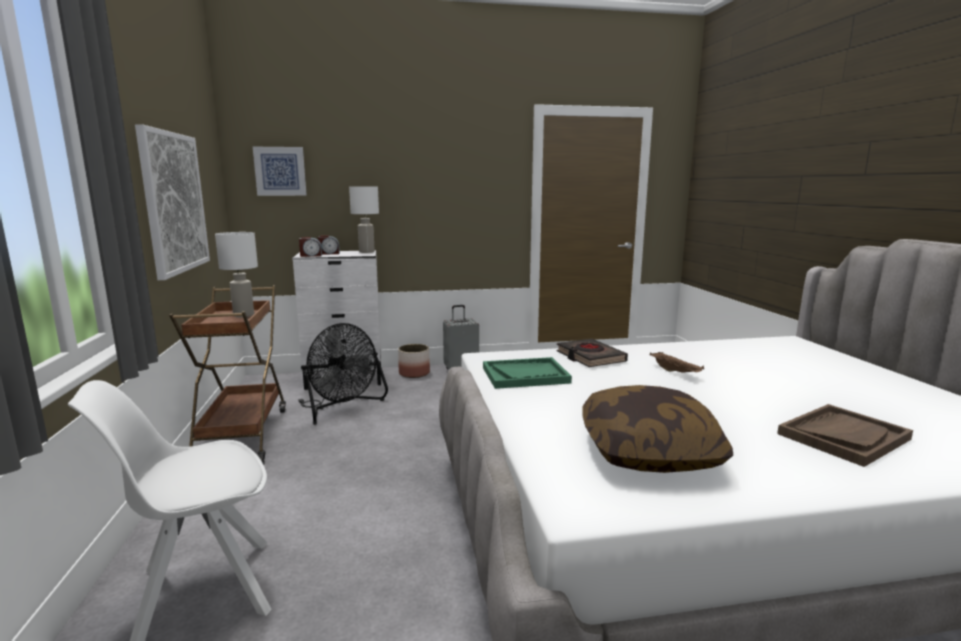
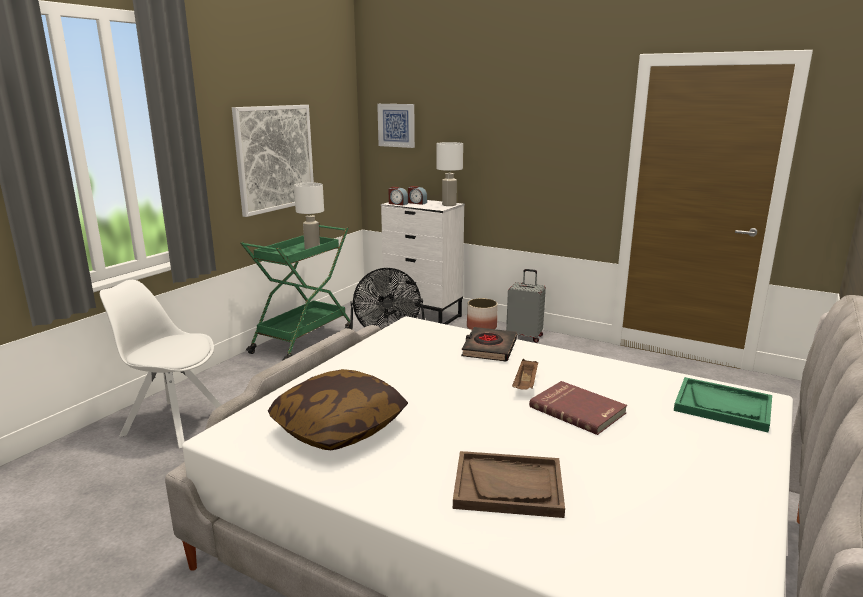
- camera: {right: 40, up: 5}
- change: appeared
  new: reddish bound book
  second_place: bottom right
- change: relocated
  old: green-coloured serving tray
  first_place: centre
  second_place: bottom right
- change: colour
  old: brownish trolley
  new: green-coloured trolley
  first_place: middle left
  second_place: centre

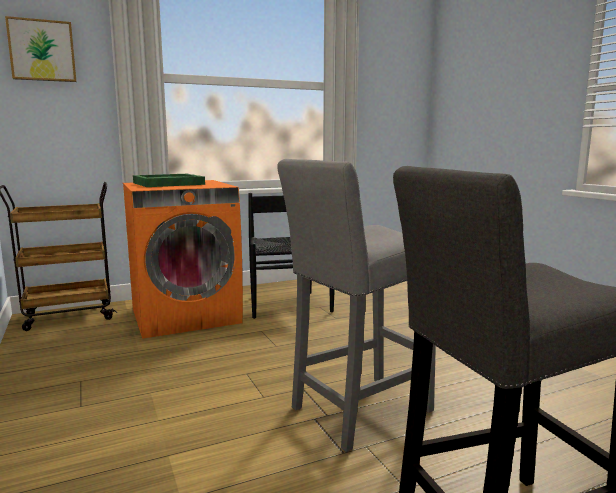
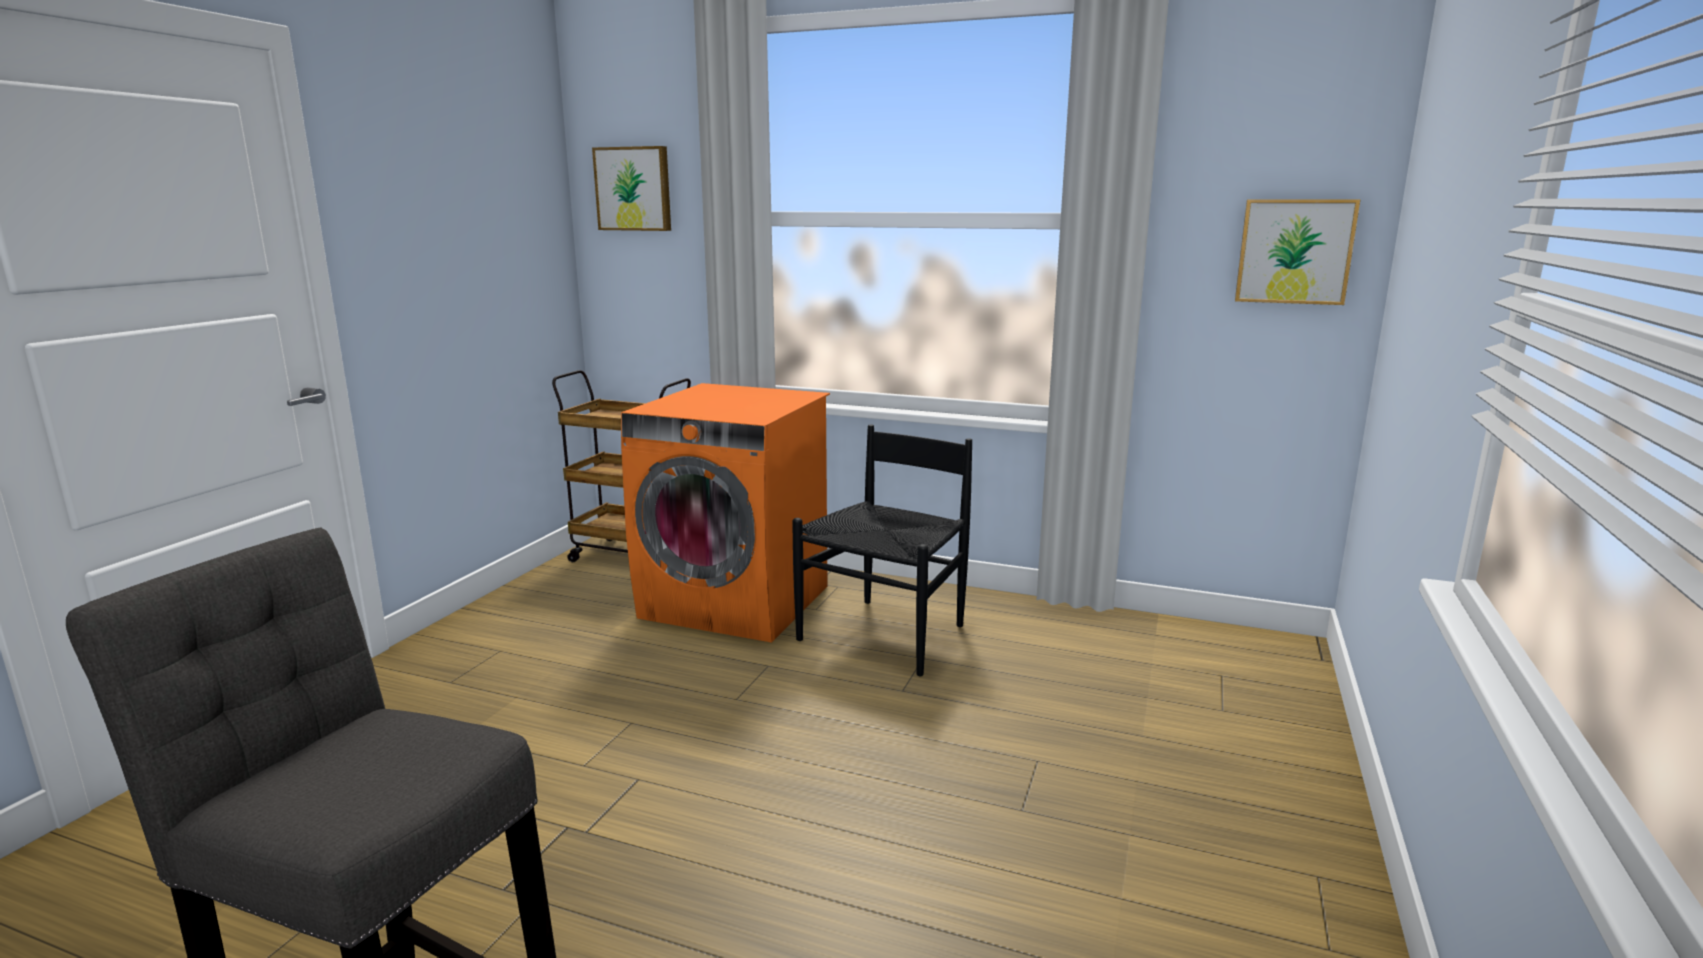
- camera: {right: 45, up: 5}
- change: missing
  old: green-coloured serving tray
  first_place: middle left
- change: missing
  old: grey stool (no. 1 from left)
  first_place: centre
- change: appeared
  new: wall art (no. 2 from left)
  second_place: top right

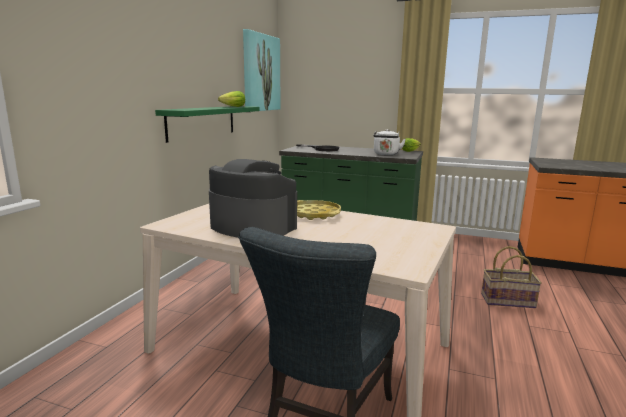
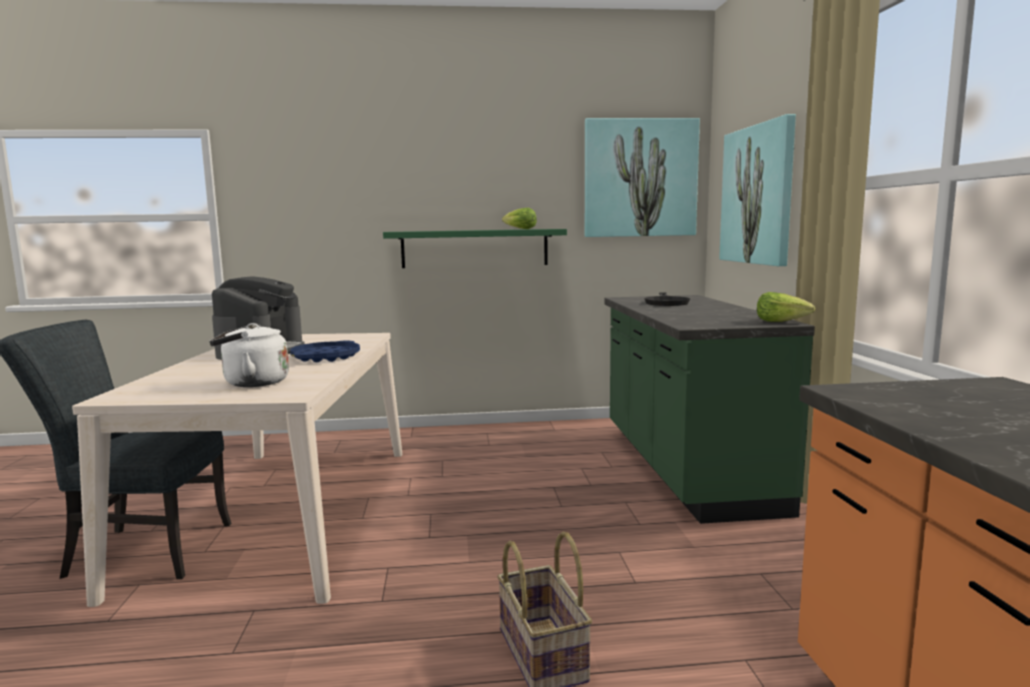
- camera: {right: 65, up: -5}
- change: appeared
  new: wall art (no. 2 from left)
  second_place: top right
- change: relocated
  old: whitish water kettle
  first_place: centre
  second_place: middle left
- change: colour
  old: yellow serving tray
  new: blue serving tray
  first_place: centre
  second_place: middle left

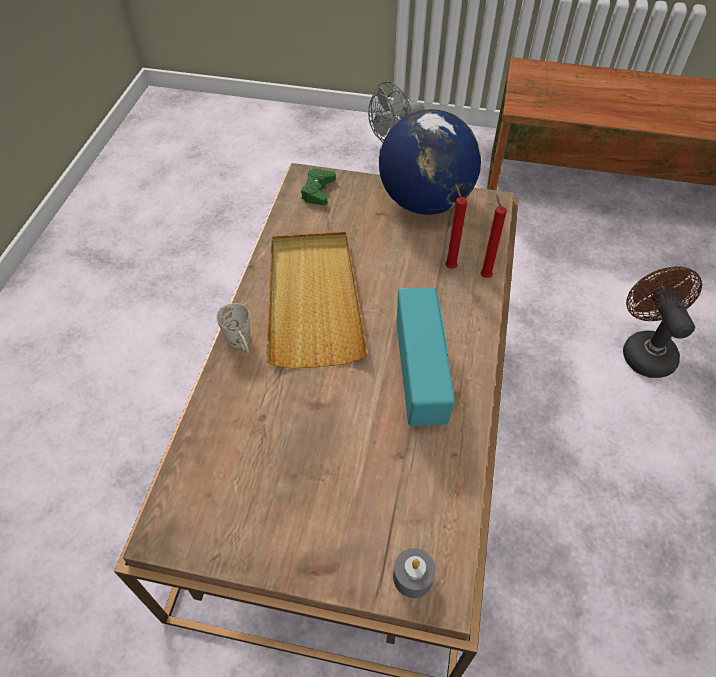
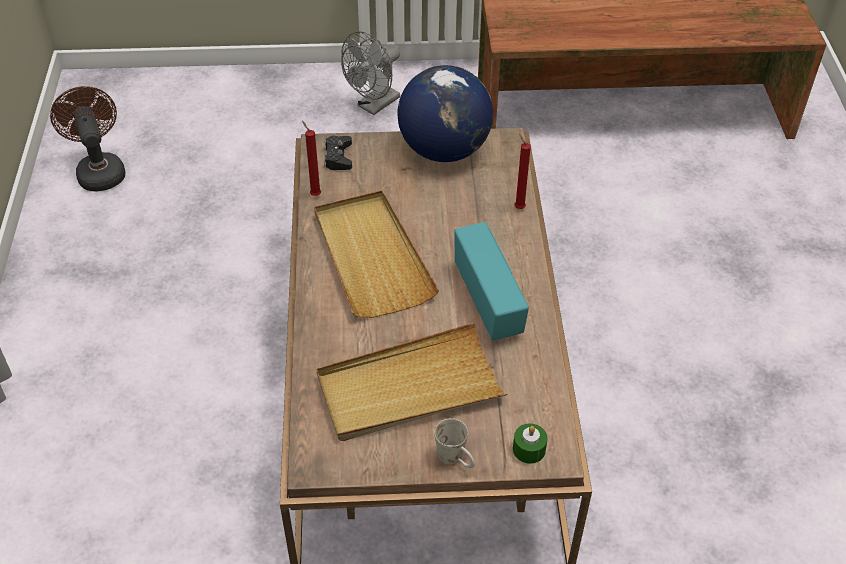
- camera: {right: -15, up: -5}
- change: appeared
  new: beige serving tray (no. 2 from left)
  second_place: bottom centre
- change: relocated
  old: whitish mug
  first_place: middle left
  second_place: bottom centre
- change: relocated
  old: reddish wax light (no. 1 from left)
  first_place: centre
  second_place: top centre
- change: relocated
  old: brownish electric fan
  first_place: middle right
  second_place: top left
- change: colour
  old: green-coloured game controller
  new: black game controller
  first_place: top centre
  second_place: top centre
- change: colour
  old: grey wax light
  new: green-coloured wax light
  first_place: bottom centre
  second_place: bottom centre

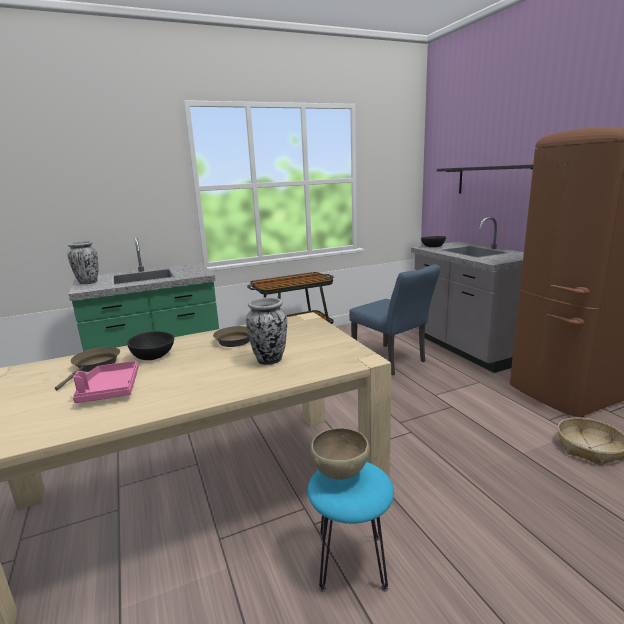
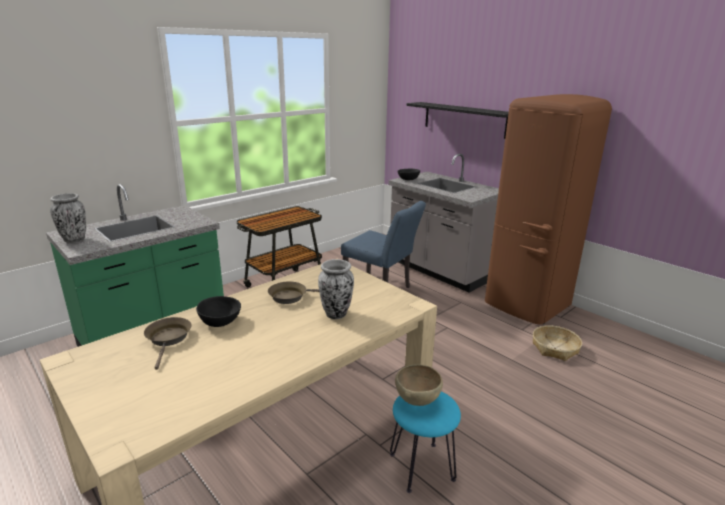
- camera: {right: -20, up: 5}
- change: missing
  old: pink-coloured serving tray
  first_place: middle left

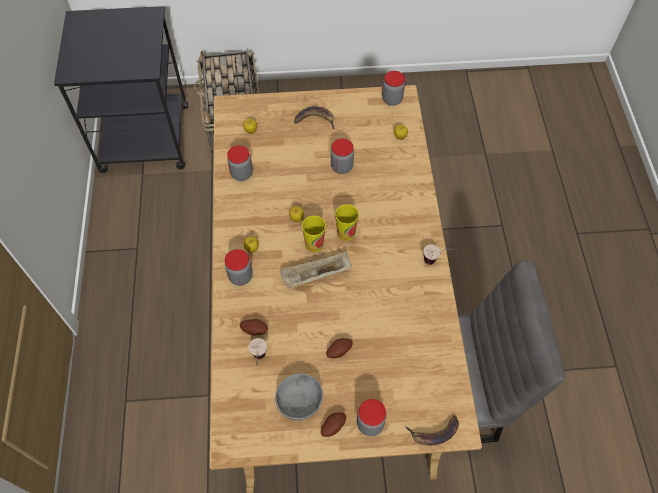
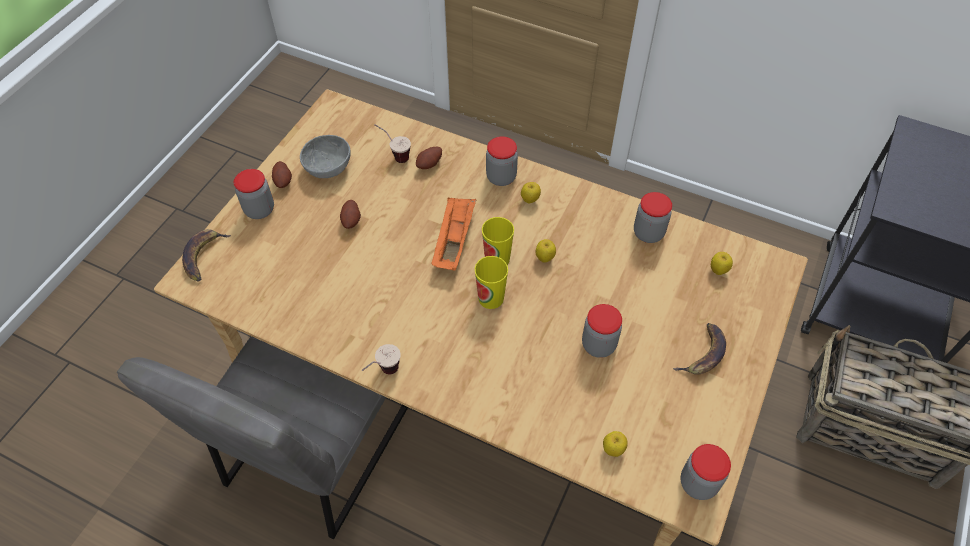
- camera: {right: 120, up: -5}
- change: colour
  old: beige serving tray
  new: orange serving tray
  first_place: centre
  second_place: centre

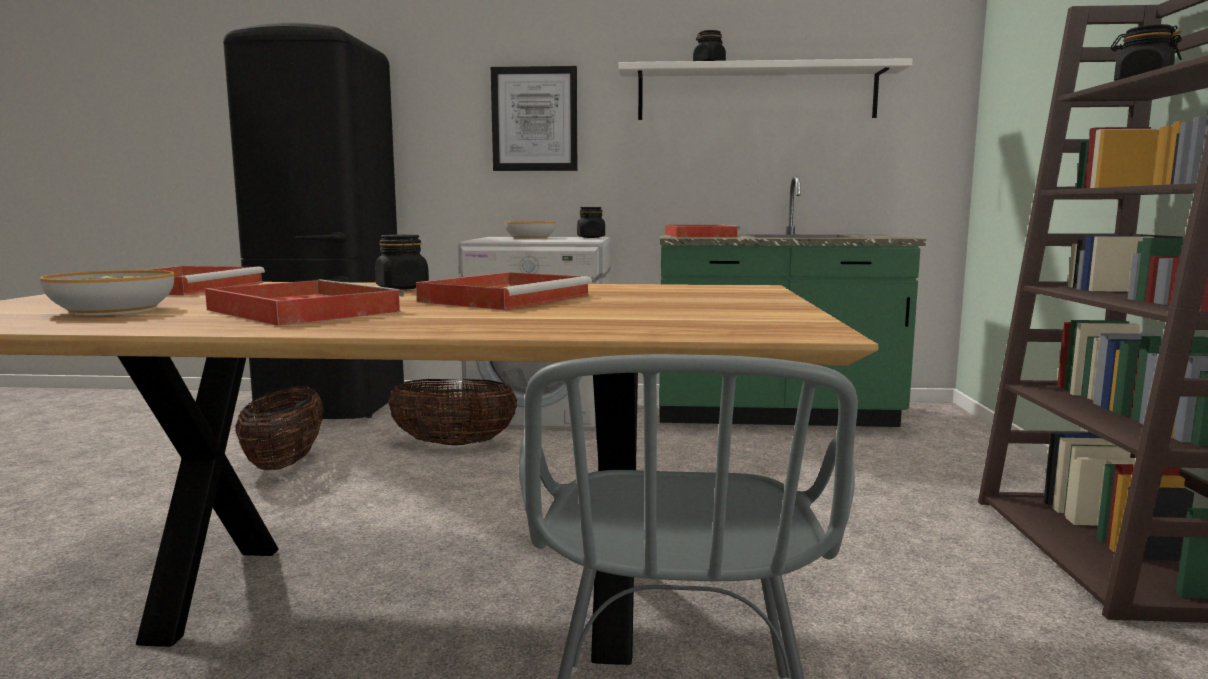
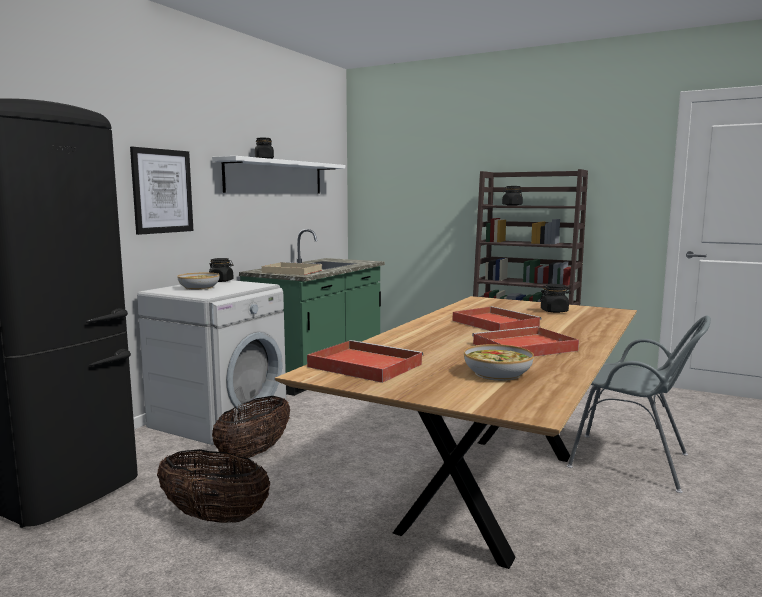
- camera: {right: -65, up: 0}
- change: relocated
  old: black storage jar (no. 1 from left in the first image)
  new: black storage jar (no. 4 from left)
  first_place: middle left
  second_place: middle right
- change: colour
  old: reddish serving tray (no. 4 from left)
  new: beige serving tray
  first_place: centre
  second_place: centre

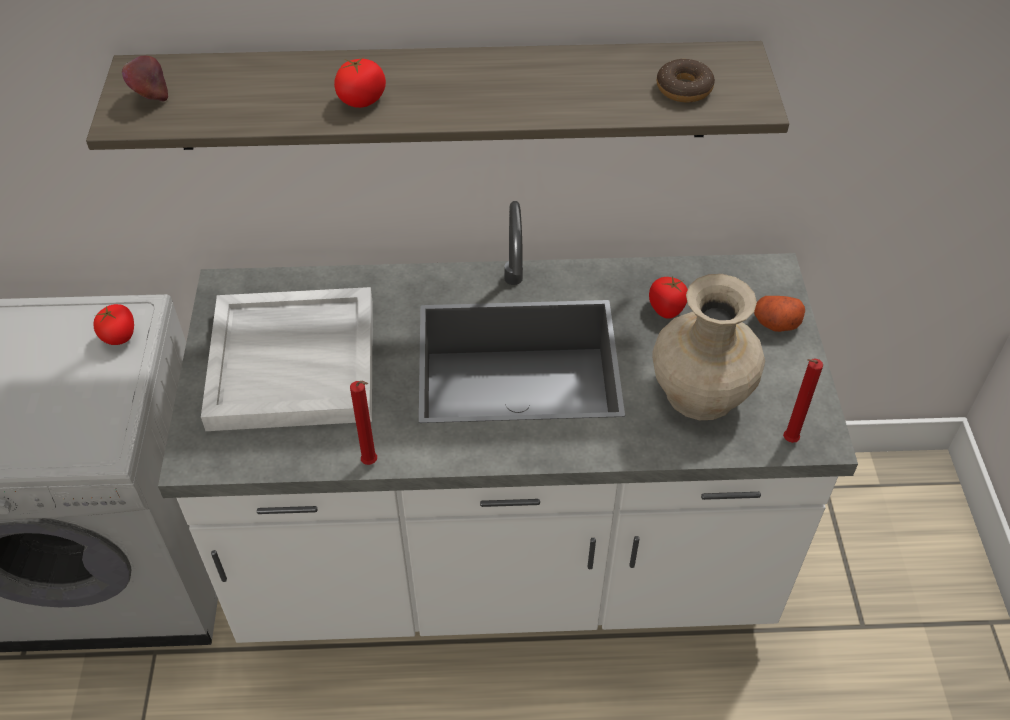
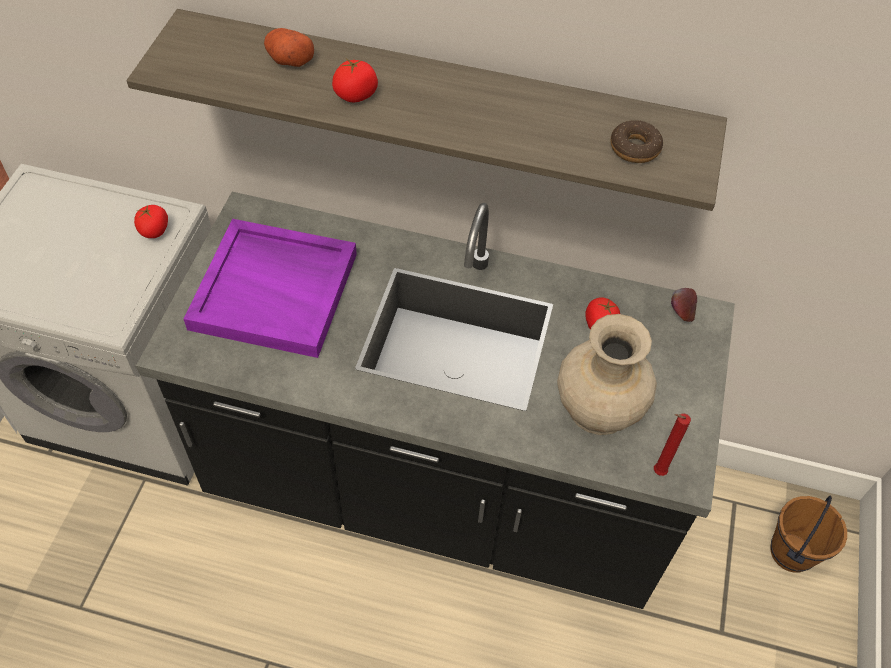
- camera: {right: 15, up: 5}
- change: missing
  old: reddish wax light (no. 1 from left)
  first_place: centre
- change: appeared
  new: brownish bucket
  second_place: bottom right
- change: relocated
  old: apple
  first_place: top left
  second_place: middle right
- change: relocated
  old: whole potato
  first_place: middle right
  second_place: top left
- change: colour
  old: whitish counter
  new: black counter
  first_place: centre
  second_place: centre
- change: colour
  old: whitish serving tray
  new: purple serving tray
  first_place: middle left
  second_place: middle left

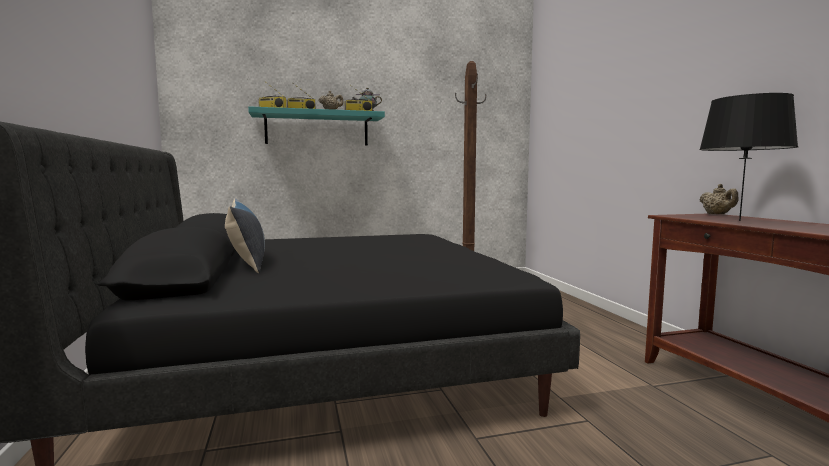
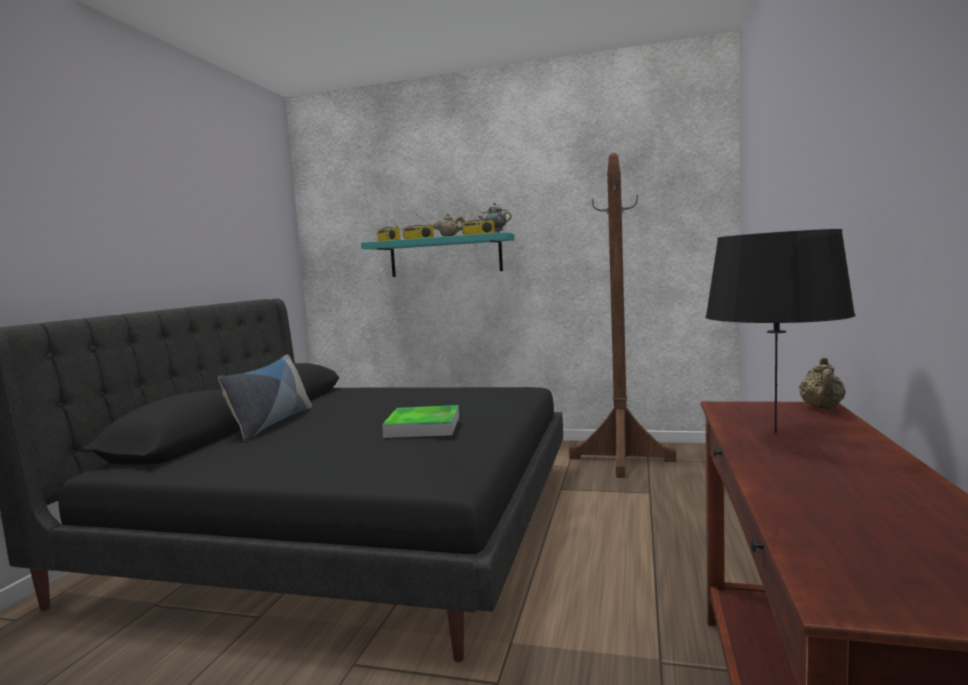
- camera: {right: 30, up: 0}
- change: appeared
  new: serving tray
  second_place: centre

